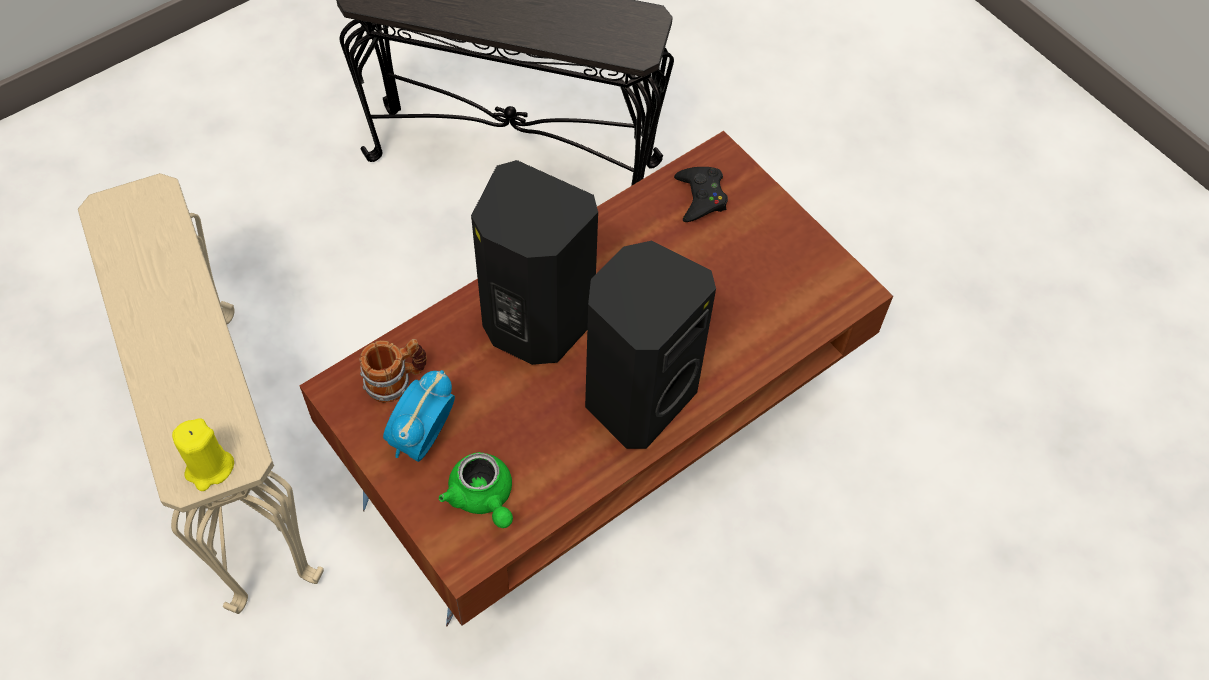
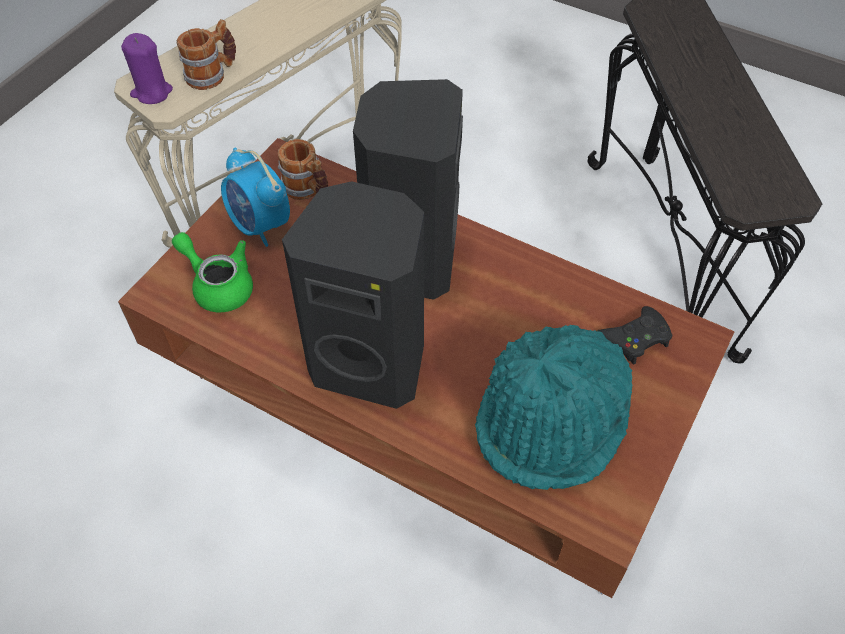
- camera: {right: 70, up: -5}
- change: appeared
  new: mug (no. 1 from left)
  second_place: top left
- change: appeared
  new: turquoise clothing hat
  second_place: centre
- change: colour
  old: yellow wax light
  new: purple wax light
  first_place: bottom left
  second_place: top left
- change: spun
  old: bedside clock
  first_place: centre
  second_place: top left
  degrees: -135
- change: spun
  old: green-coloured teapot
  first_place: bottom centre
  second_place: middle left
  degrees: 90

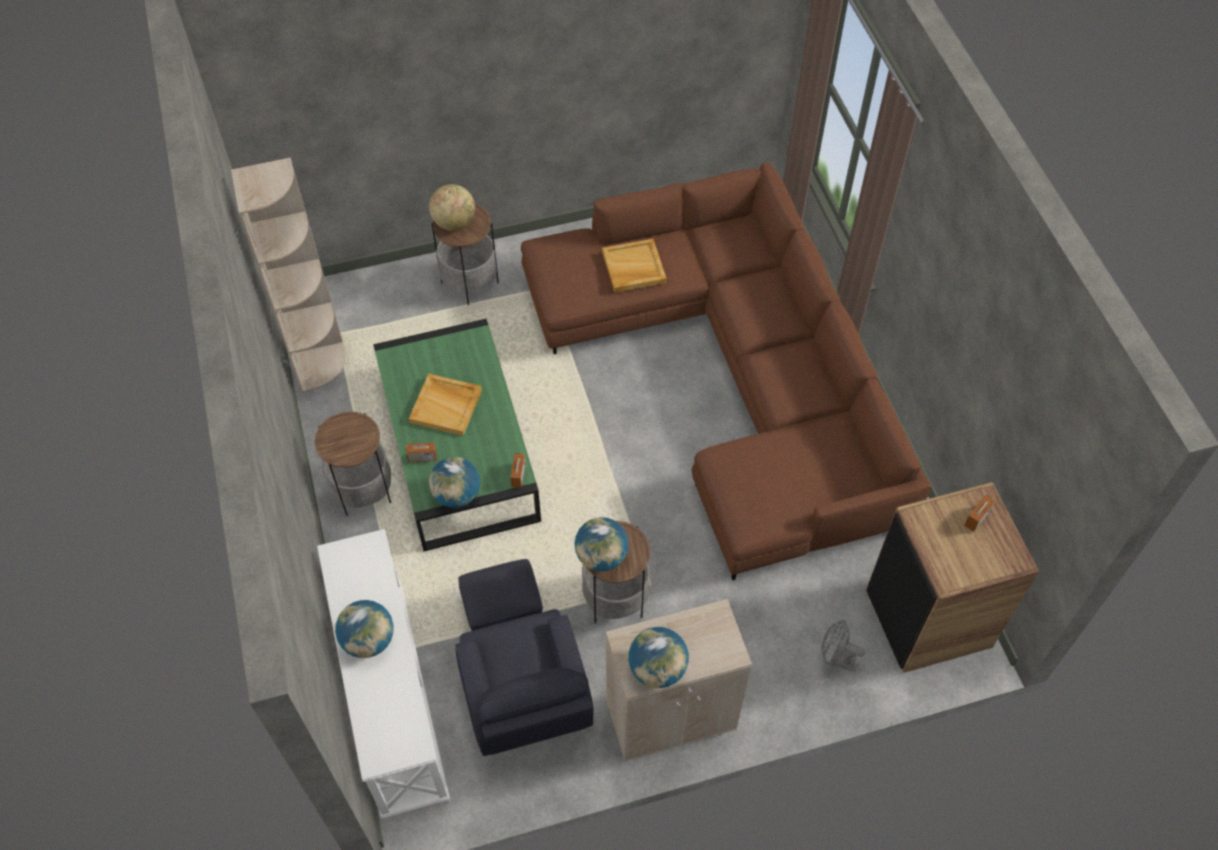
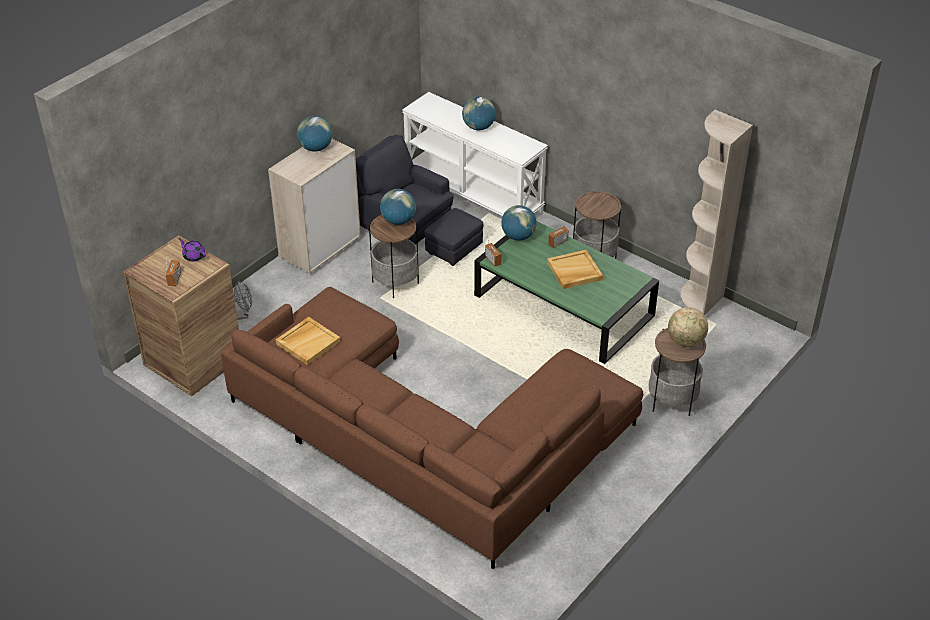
- camera: {right: 145, up: -15}
- change: appeared
  new: purple teapot
  second_place: middle left
- change: relocated
  old: beige serving tray (no. 2 from left in the first image)
  new: beige serving tray (no. 1 from left)
  first_place: top centre
  second_place: middle left

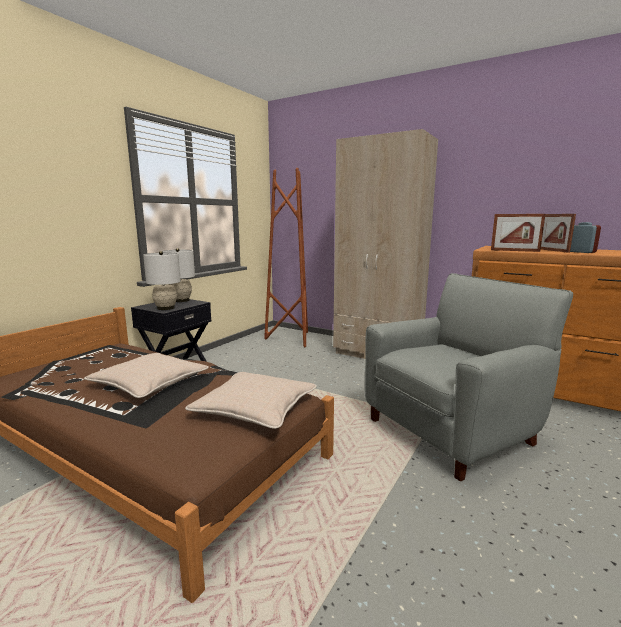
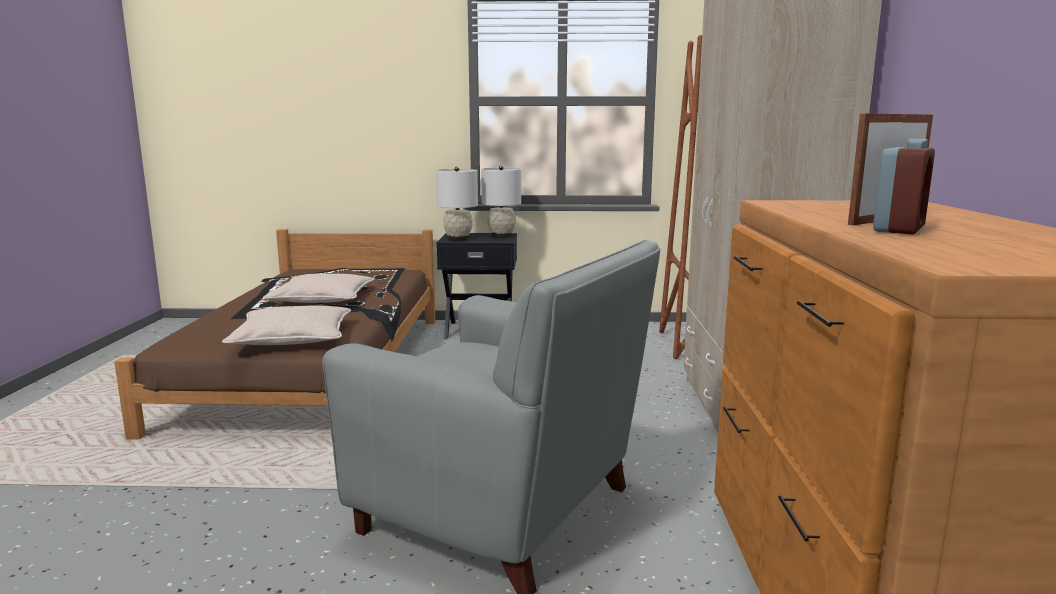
- camera: {right: 60, up: 0}
- change: missing
  old: standing frame (no. 1 from left)
  first_place: middle right

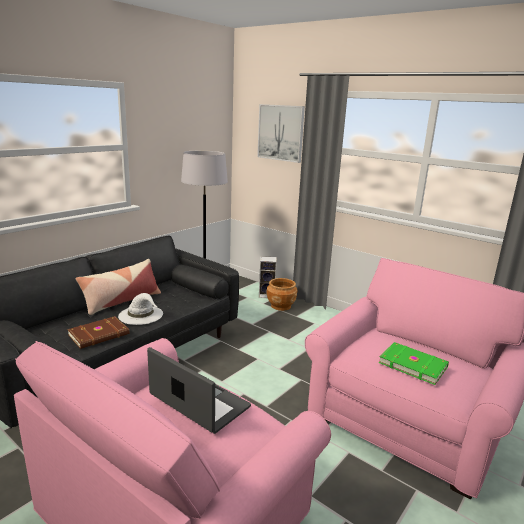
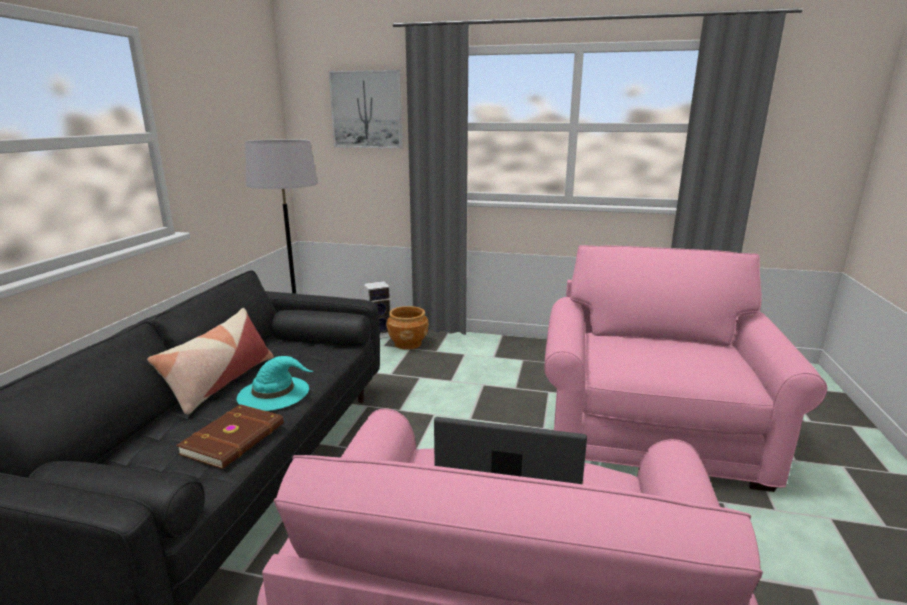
- camera: {right: -25, up: 0}
- change: missing
  old: green-coloured bound book
  first_place: bottom right
- change: colour
  old: whitish clothing hat
  new: turquoise clothing hat
  first_place: middle left
  second_place: middle left

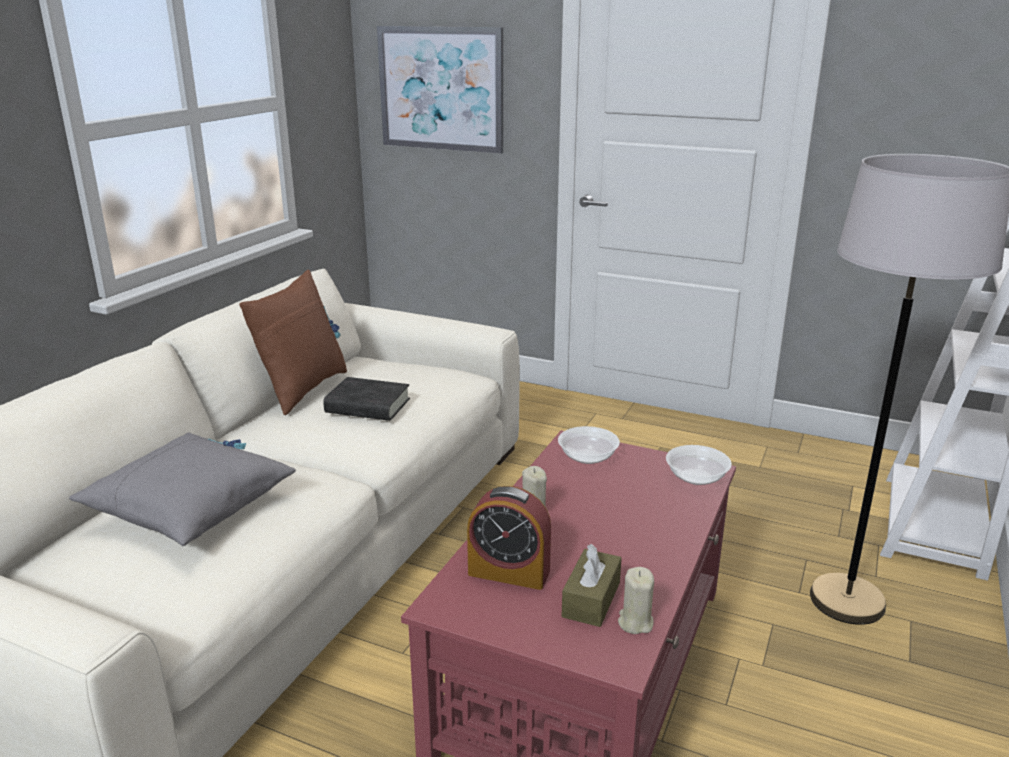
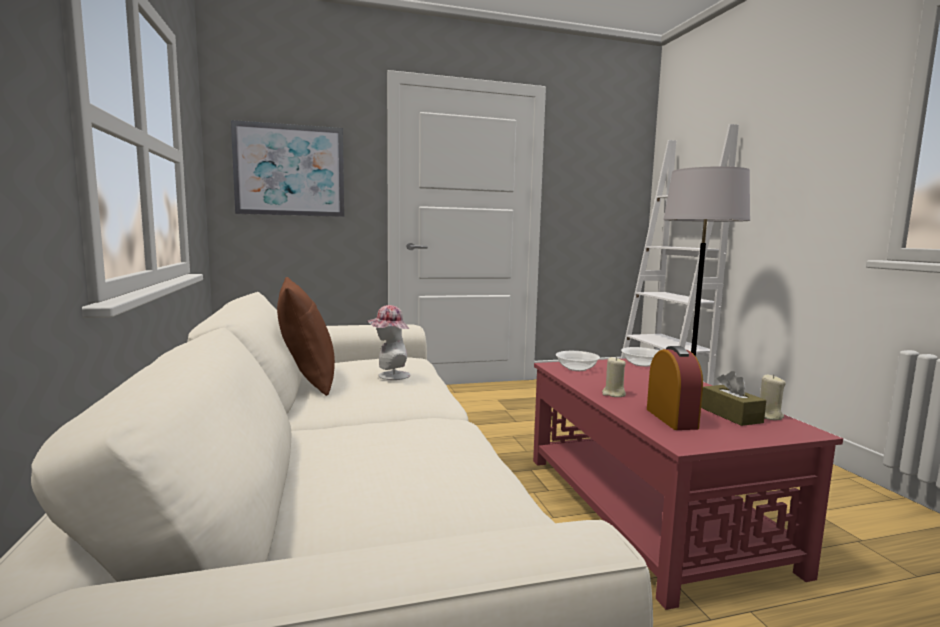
- camera: {right: -40, up: -15}
- change: missing
  old: grey cushion
  first_place: middle left
- change: exchanged
  old: black bound book
  new: clothing hat
  first_place: centre
  second_place: centre
- change: spun
  old: bedside clock
  first_place: bottom centre
  second_place: middle right
  degrees: -75

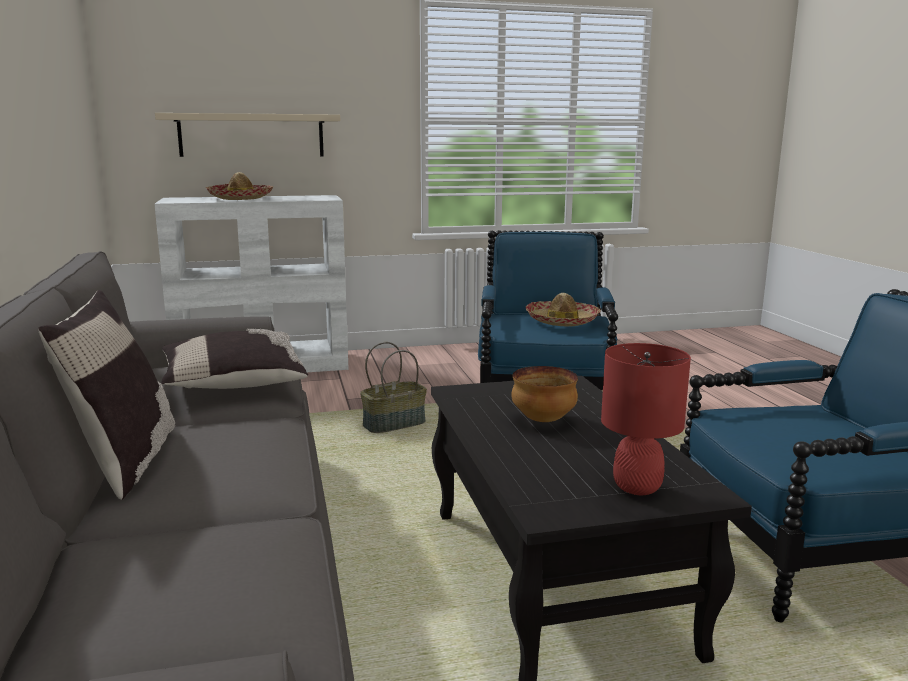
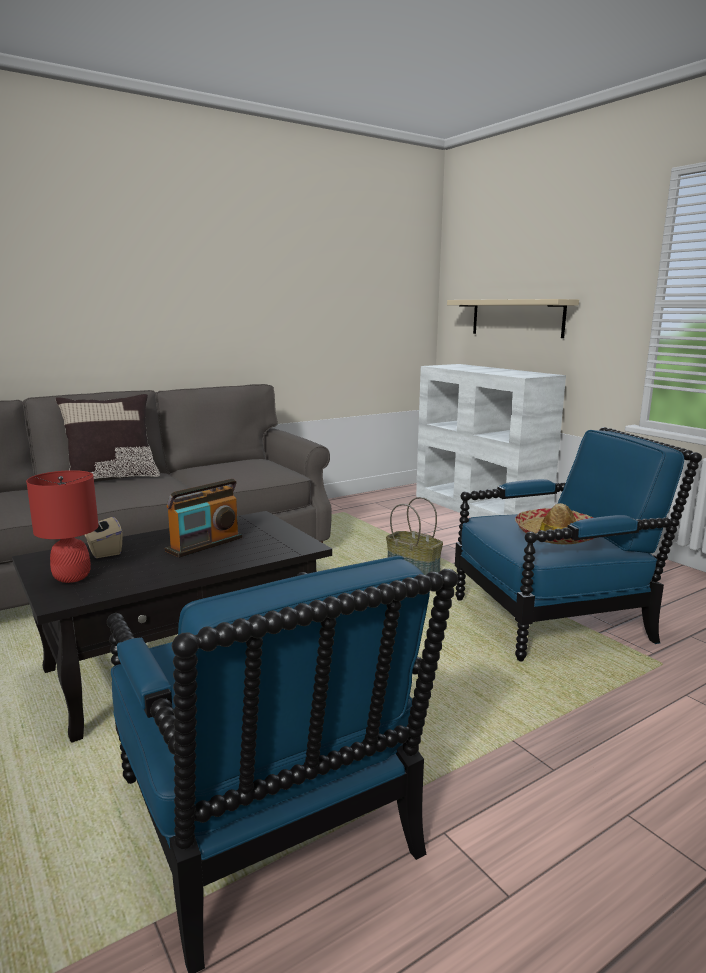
- camera: {right: 70, up: 0}
- change: missing
  old: cushion (no. 2 from left)
  first_place: middle left
- change: missing
  old: clothing hat (no. 1 from left)
  first_place: top left
- change: appeared
  new: beige tissue holder
  second_place: middle left
- change: exchanged
  old: serving bowl
  new: radio
  first_place: centre
  second_place: middle left

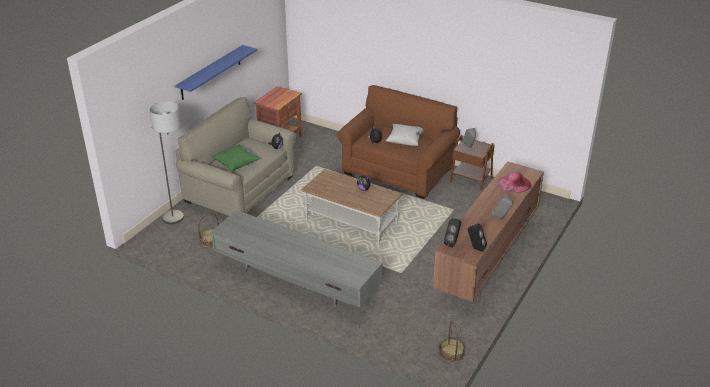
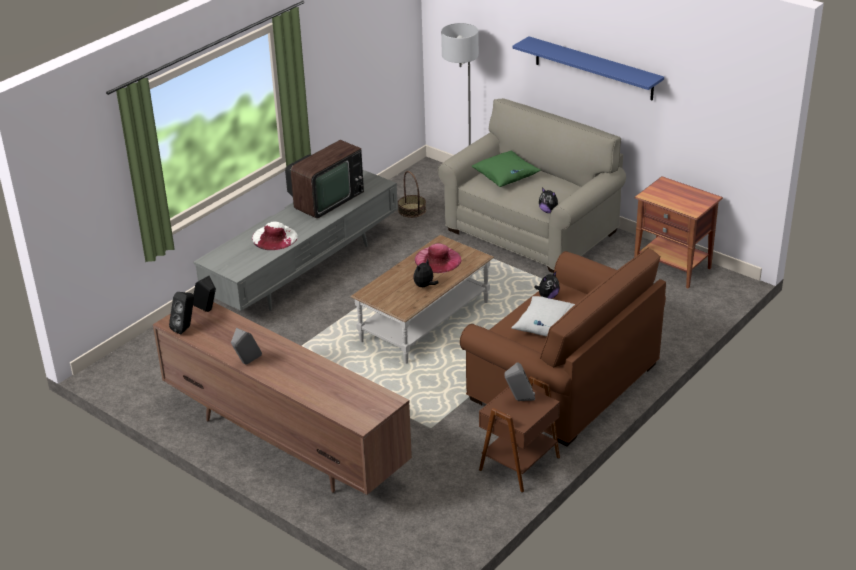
- camera: {right: 100, up: 0}
- change: missing
  old: storage basket (no. 2 from left)
  first_place: bottom centre
- change: appeared
  new: whitish clothing hat
  second_place: middle left
- change: appeared
  new: television
  second_place: top centre
- change: relocated
  old: pink-coloured clothing hat
  first_place: middle right
  second_place: centre

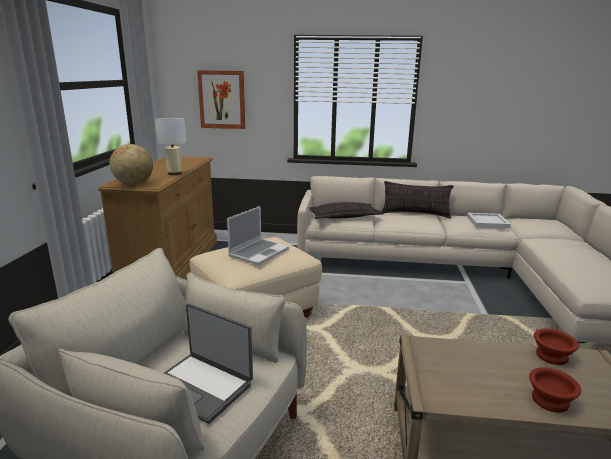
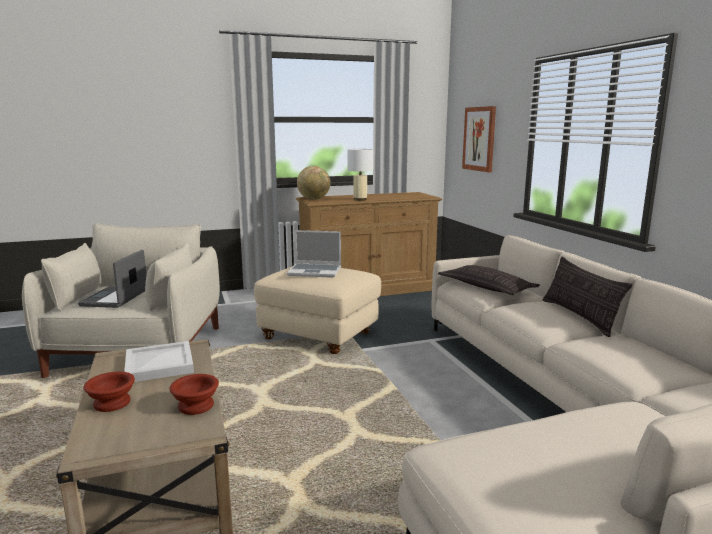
- camera: {right: 65, up: -5}
- change: relocated
  old: whitish serving tray
  first_place: middle right
  second_place: bottom left

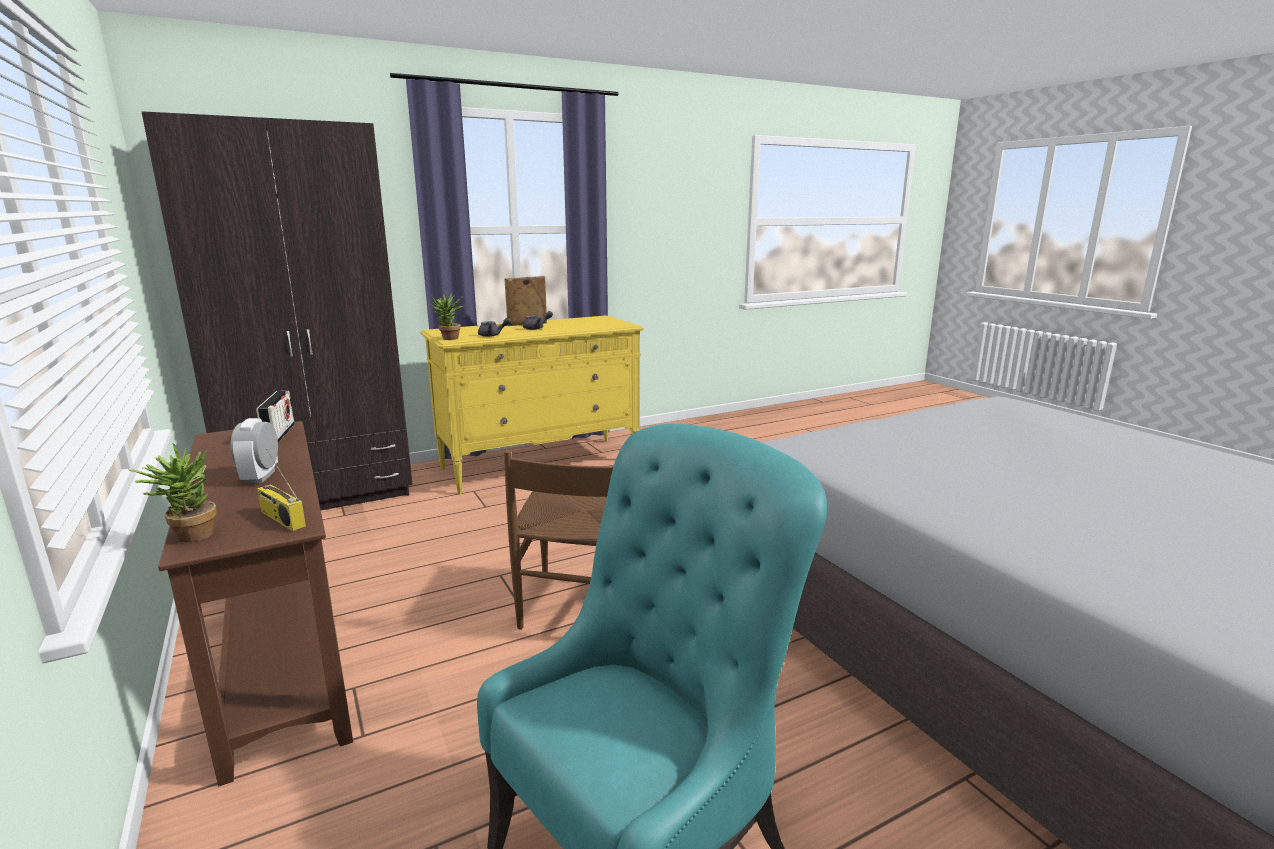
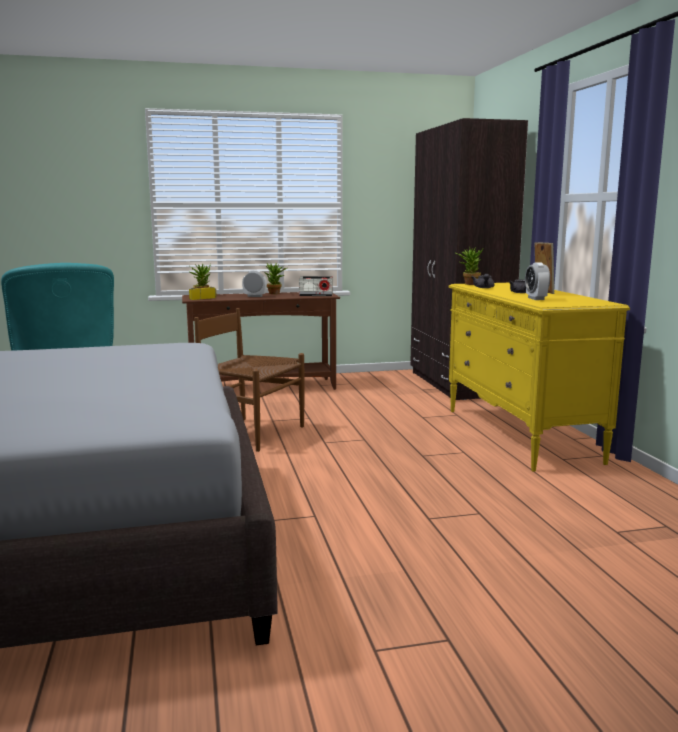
- camera: {right: 105, up: -5}
- change: appeared
  new: potted plant (no. 2 from left)
  second_place: centre
- change: appeared
  new: bedside clock (no. 2 from left)
  second_place: middle right

